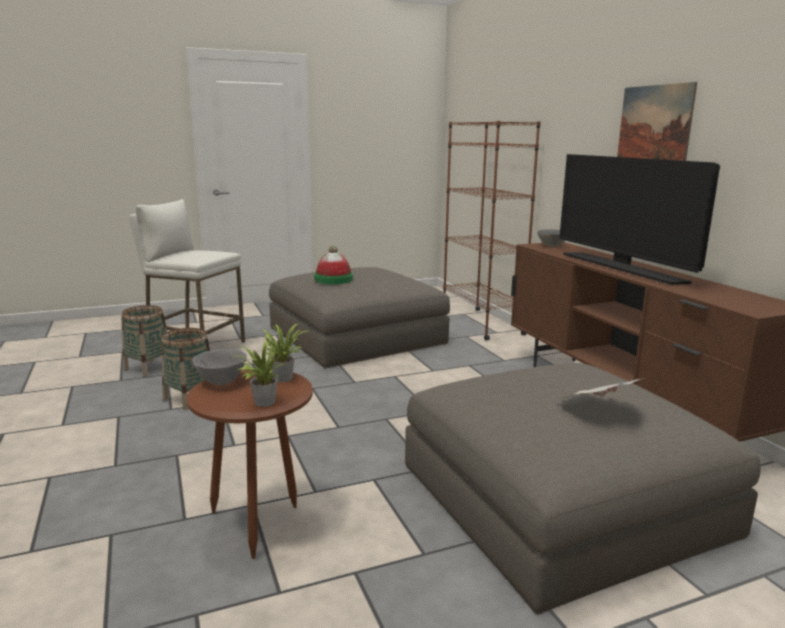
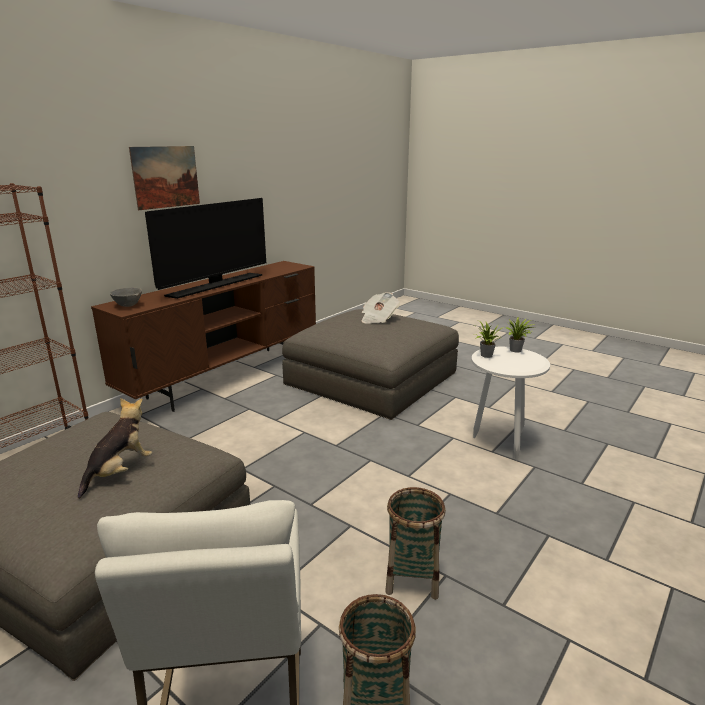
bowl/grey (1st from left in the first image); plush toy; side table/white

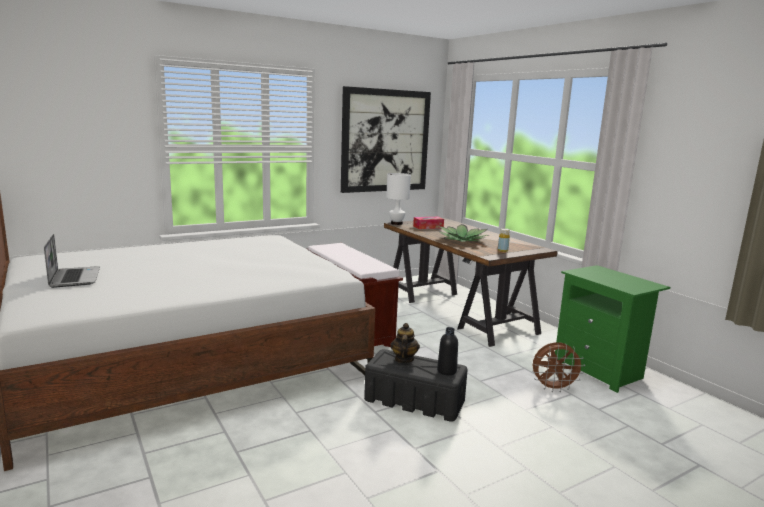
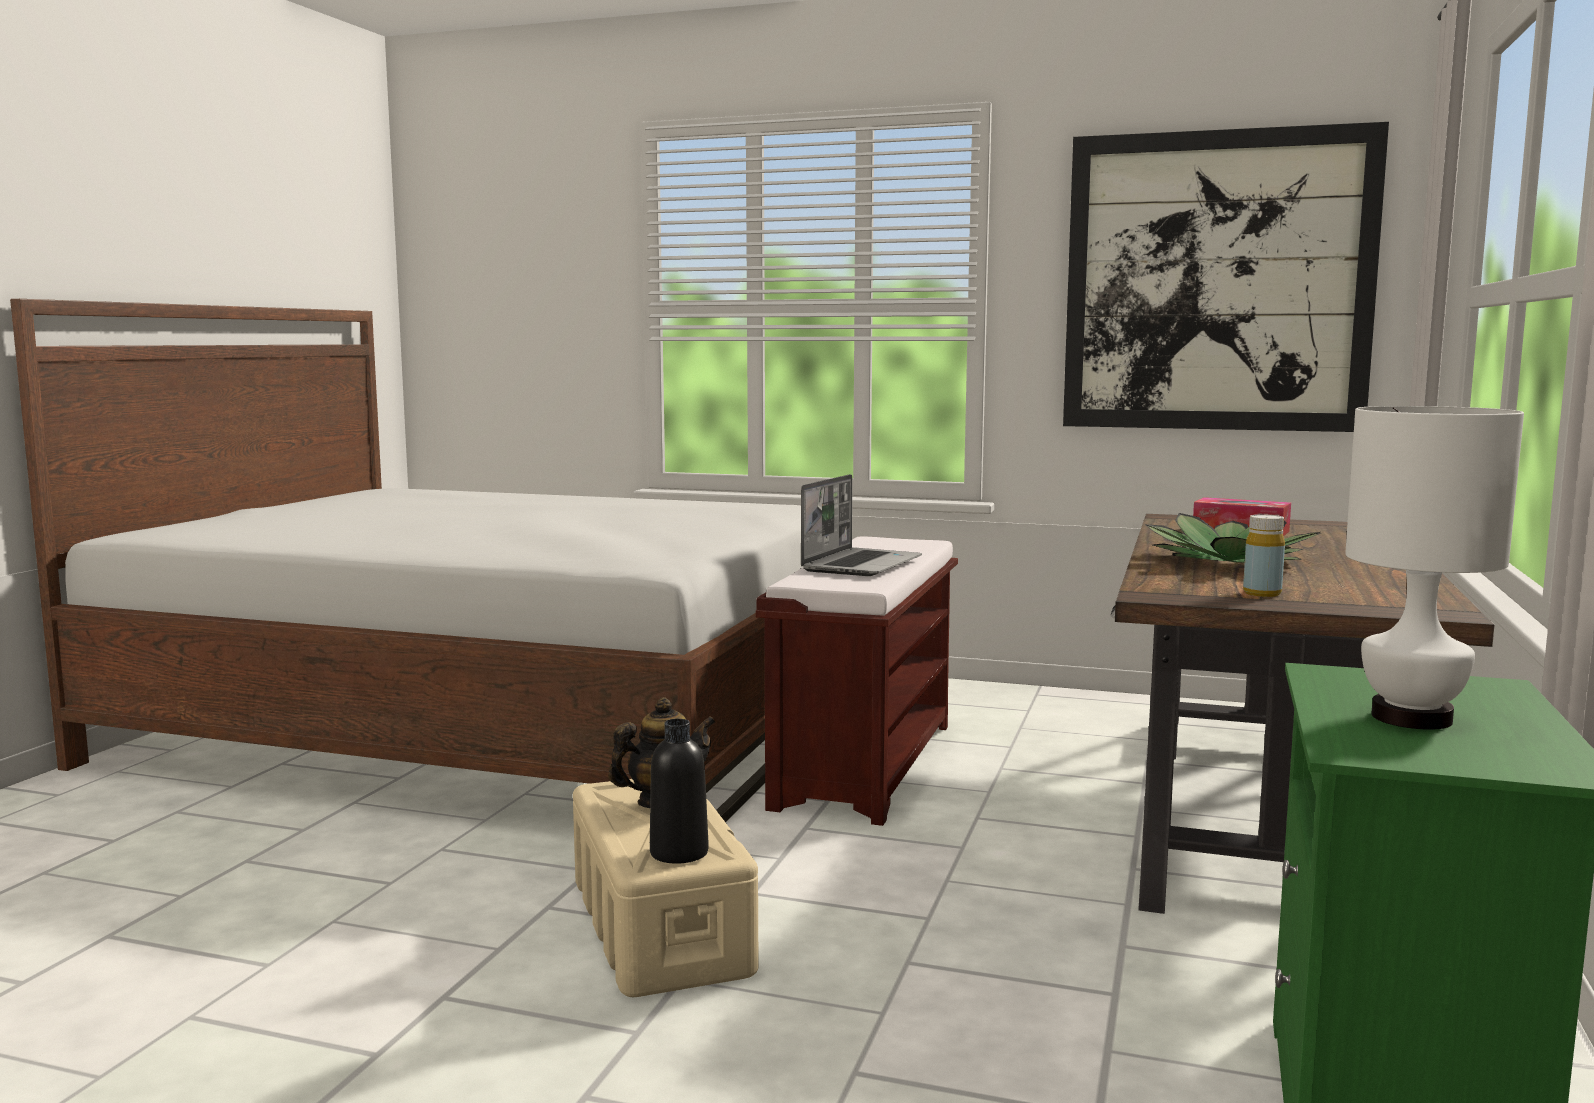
fan/brown; laptop; table lamp/white; storage box/beige

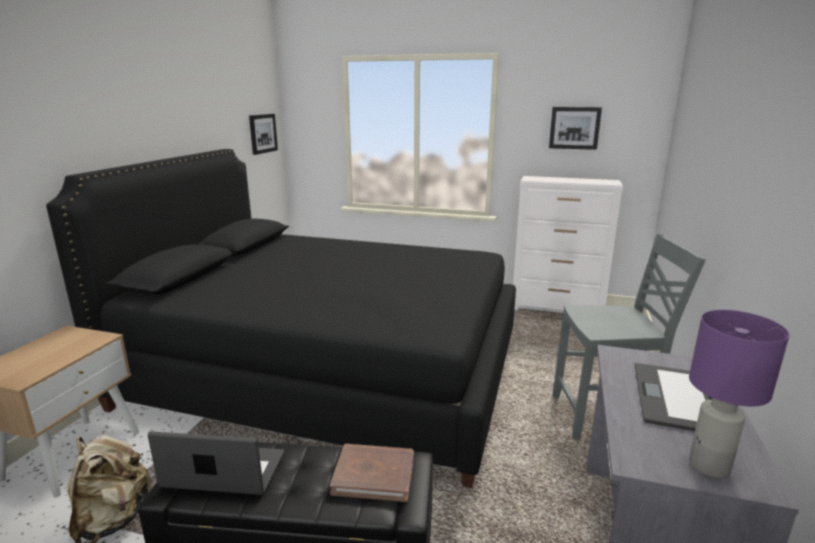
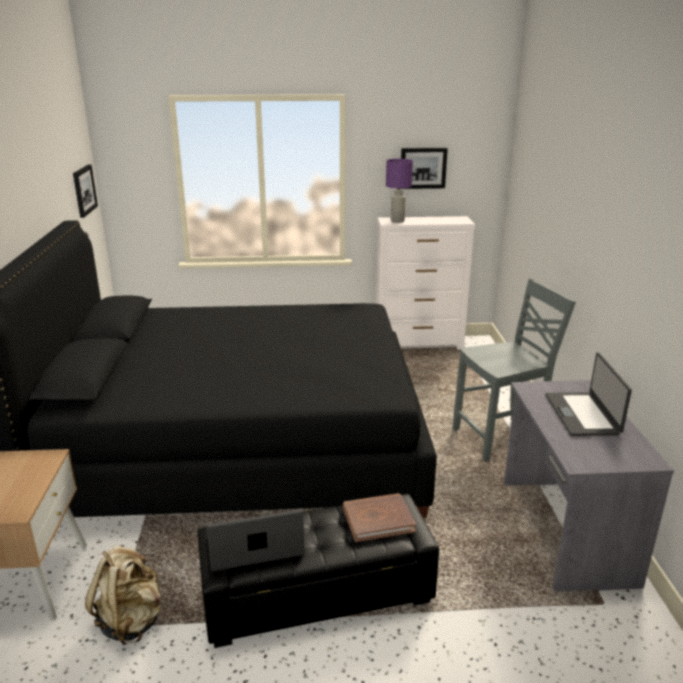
table lamp/purple

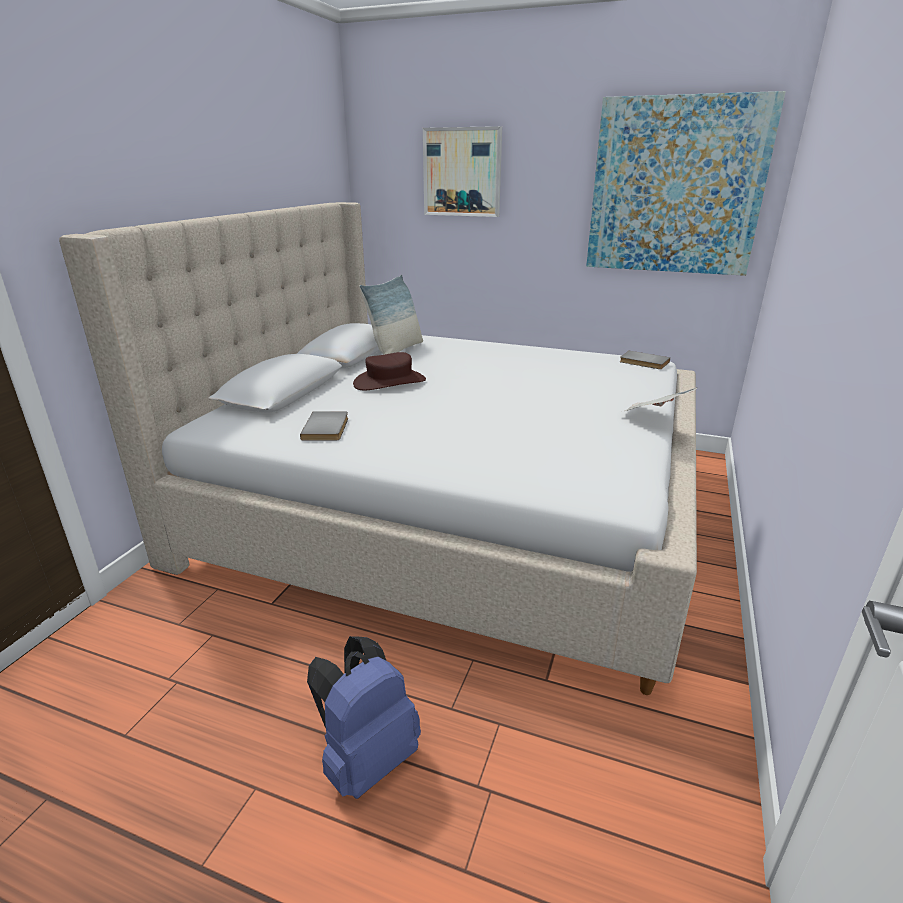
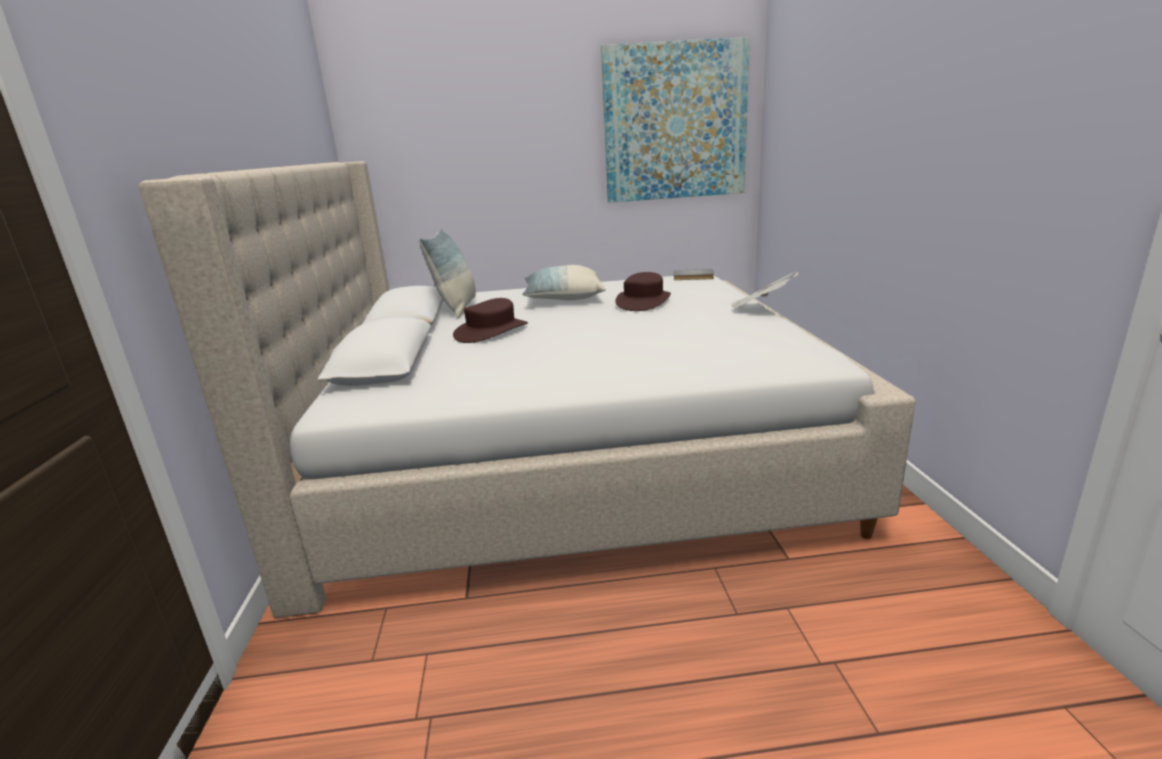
book/grey (1st from left in the first image); backpack/blue; picture (1st from left in the first image); pillow (2nd from left); hat/brown (2nd from left)

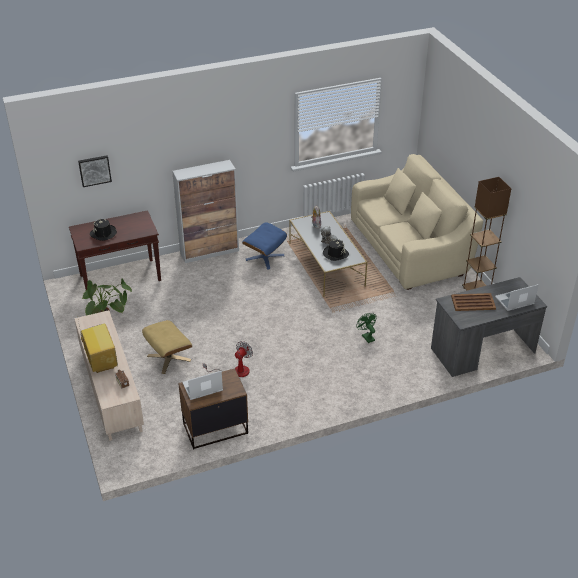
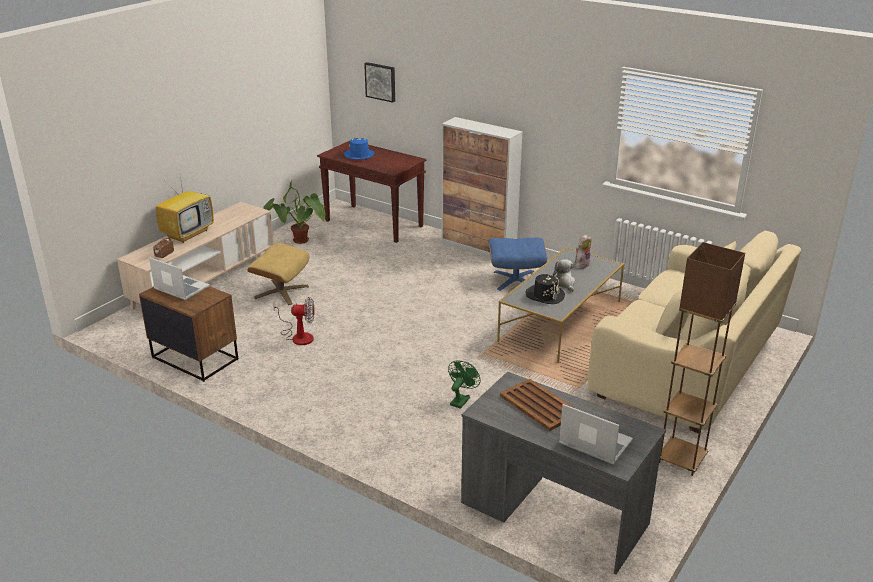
hat/blue

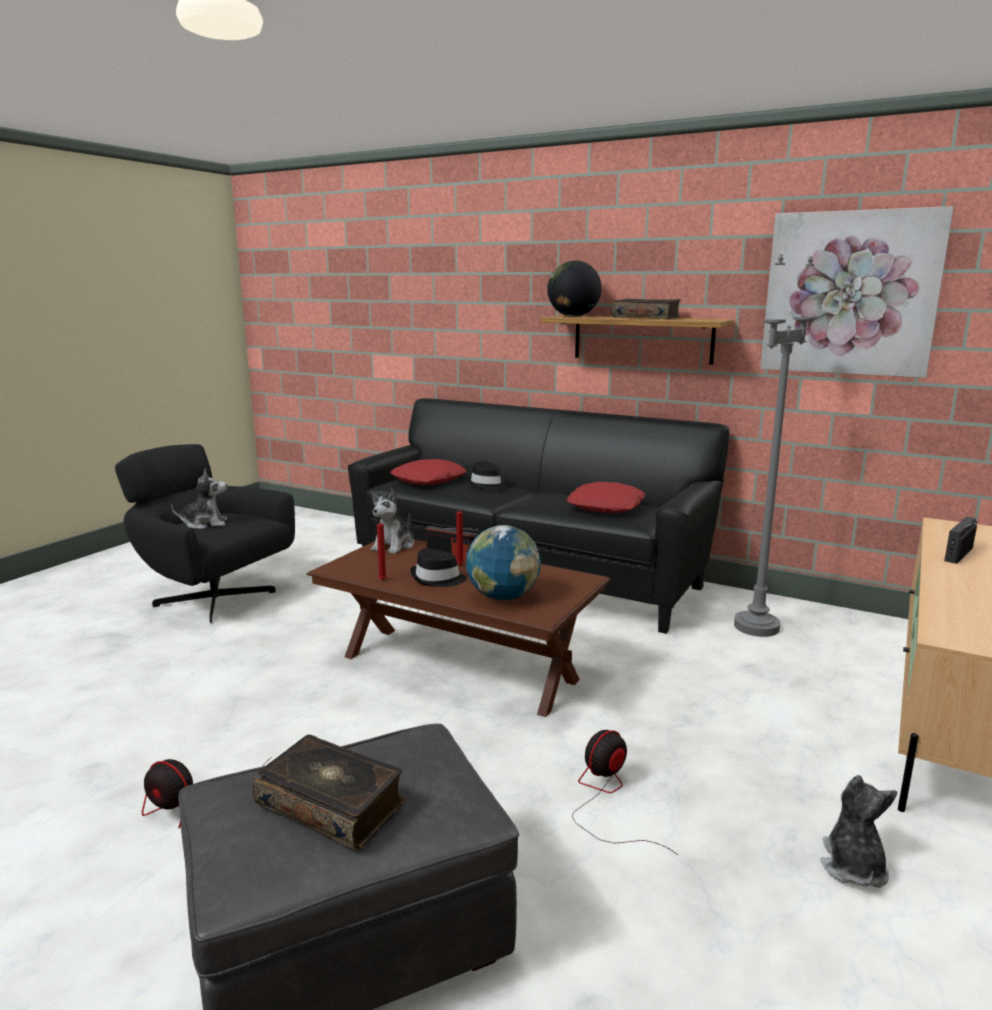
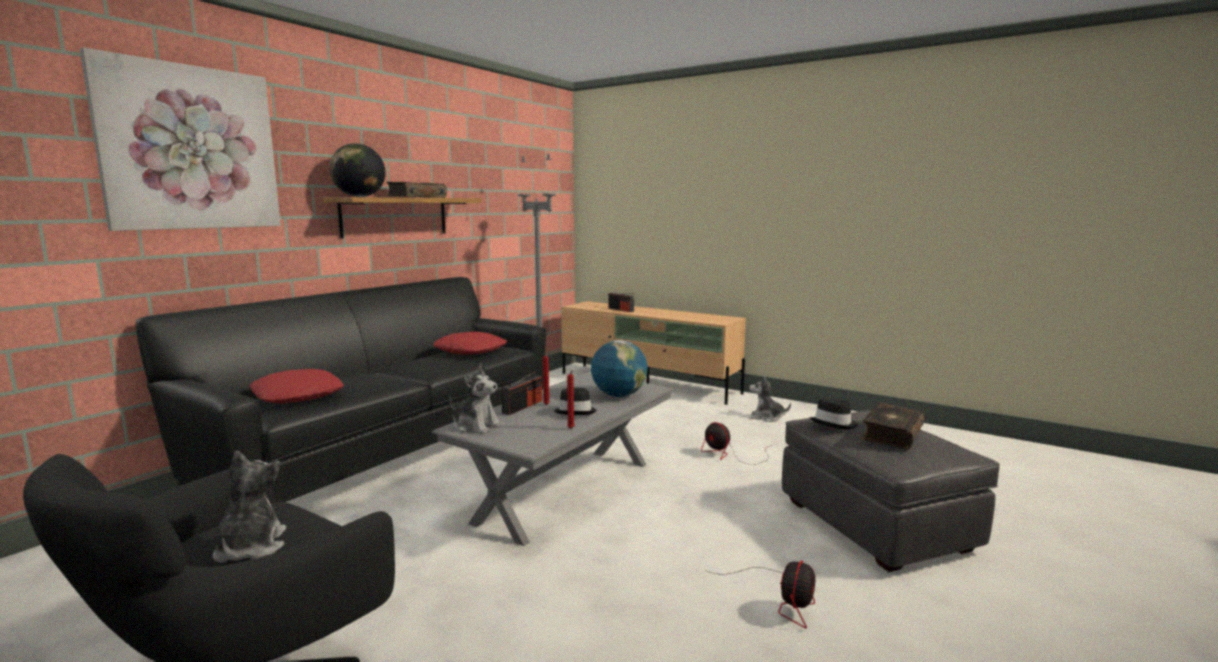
hat/black (2nd from left); picture; coffee table/grey

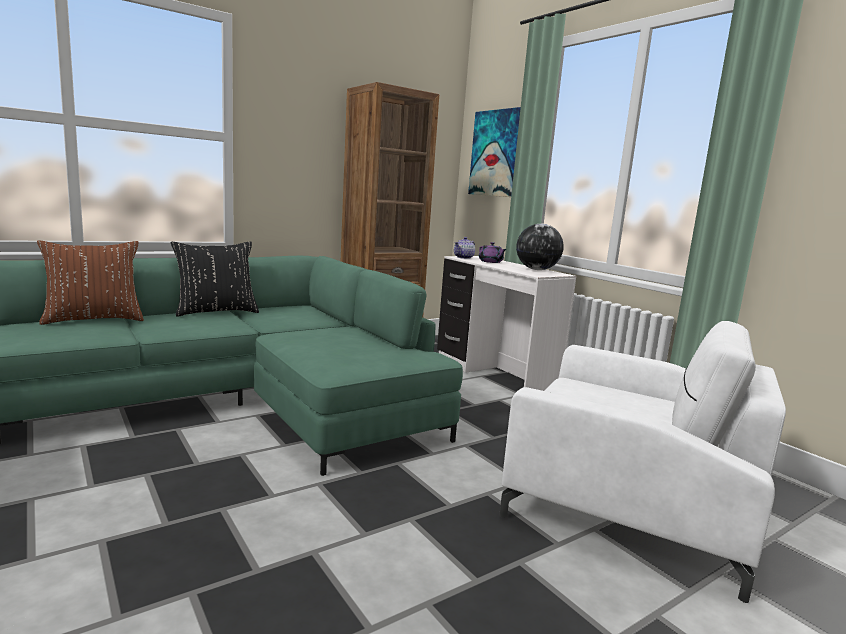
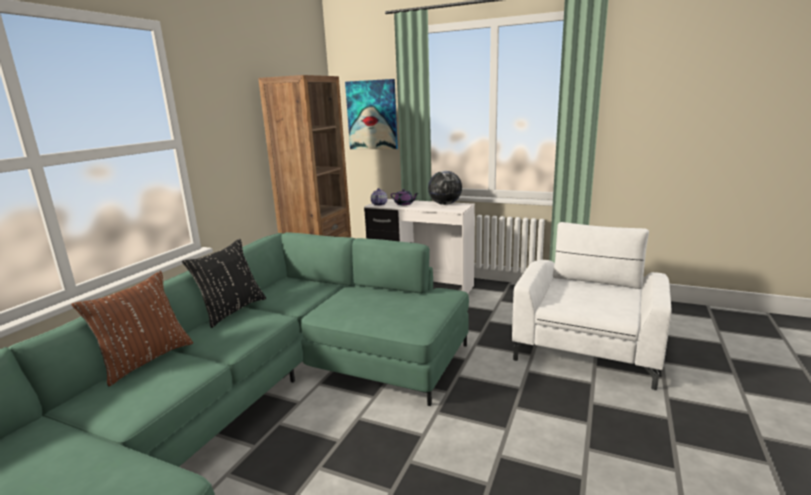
armchair/white

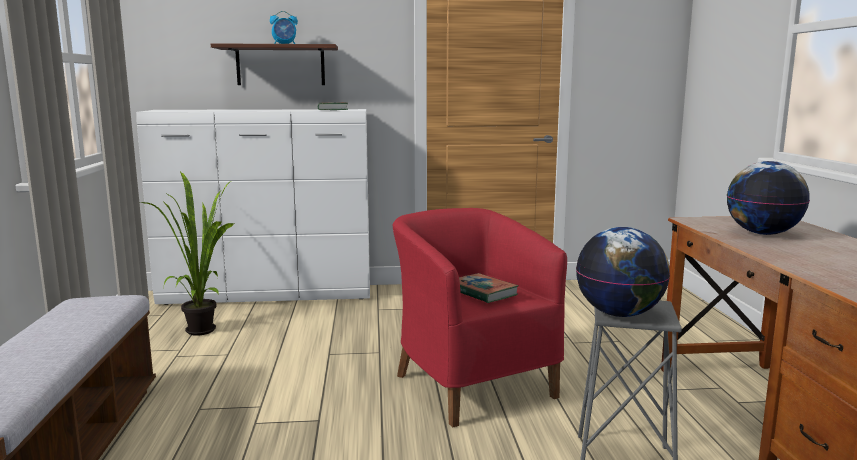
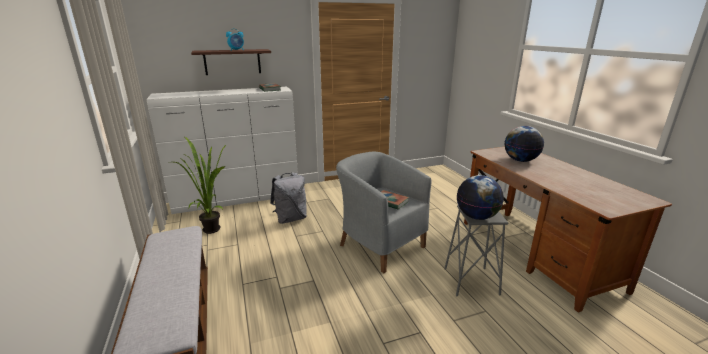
backpack/grey; armchair/grey

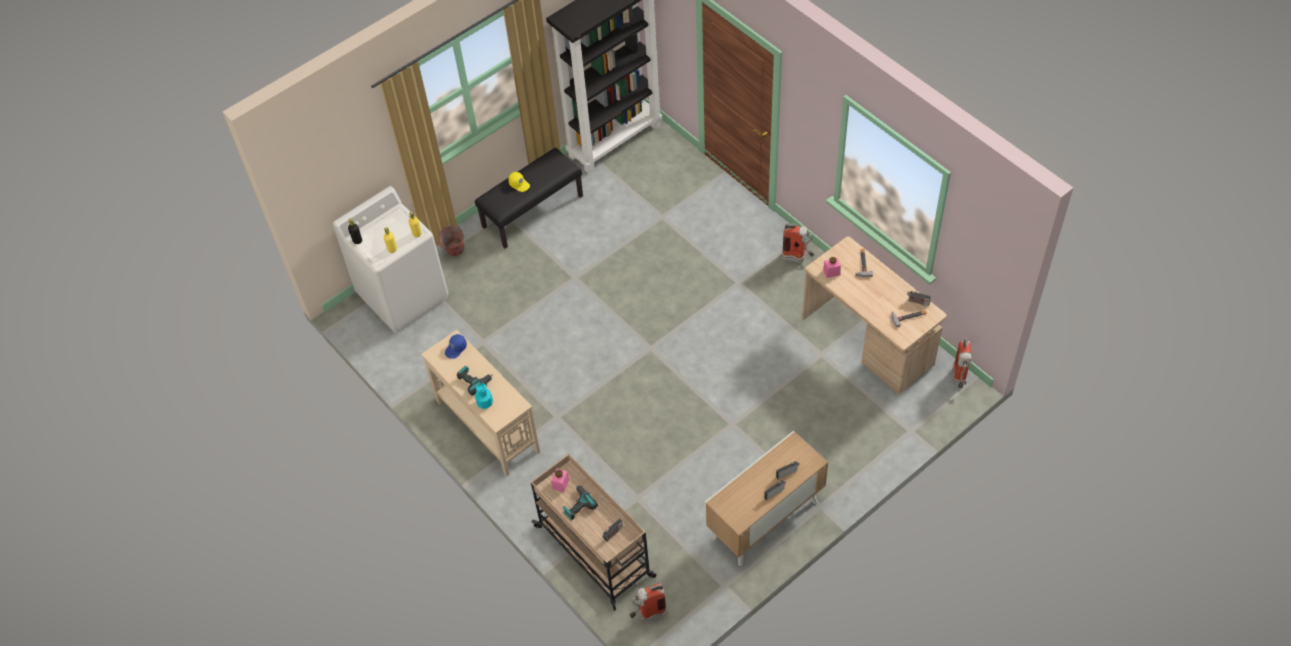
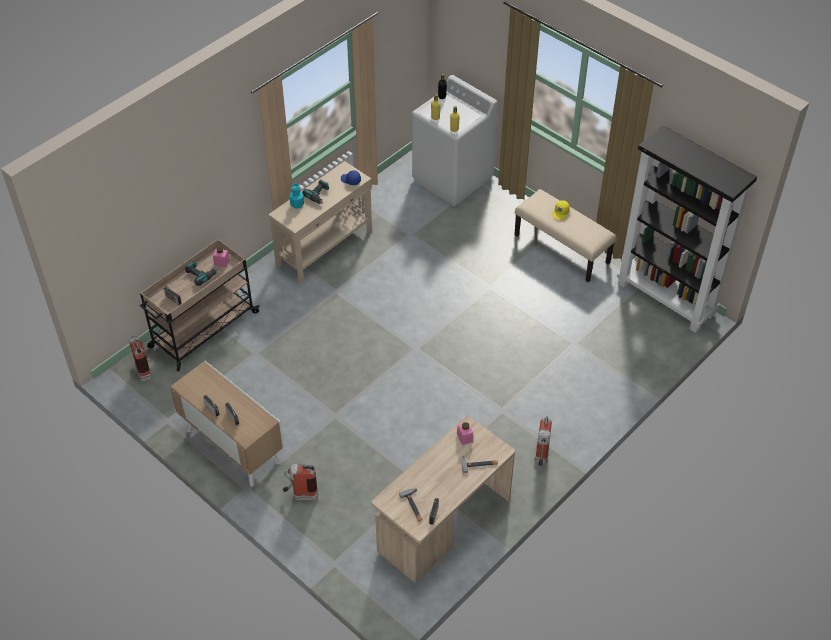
bucket; fire extinguisher (2nd from left); bench/beige

